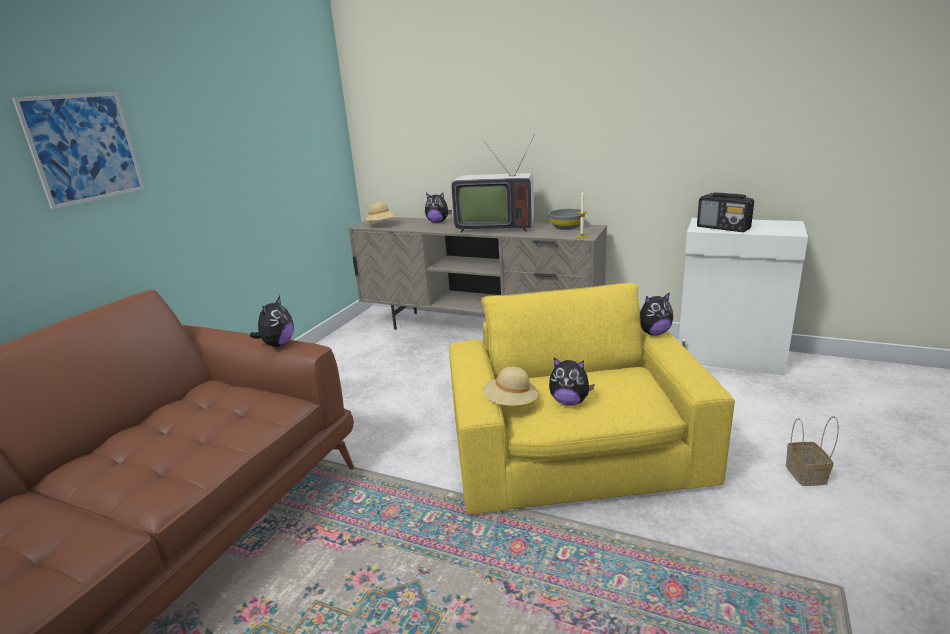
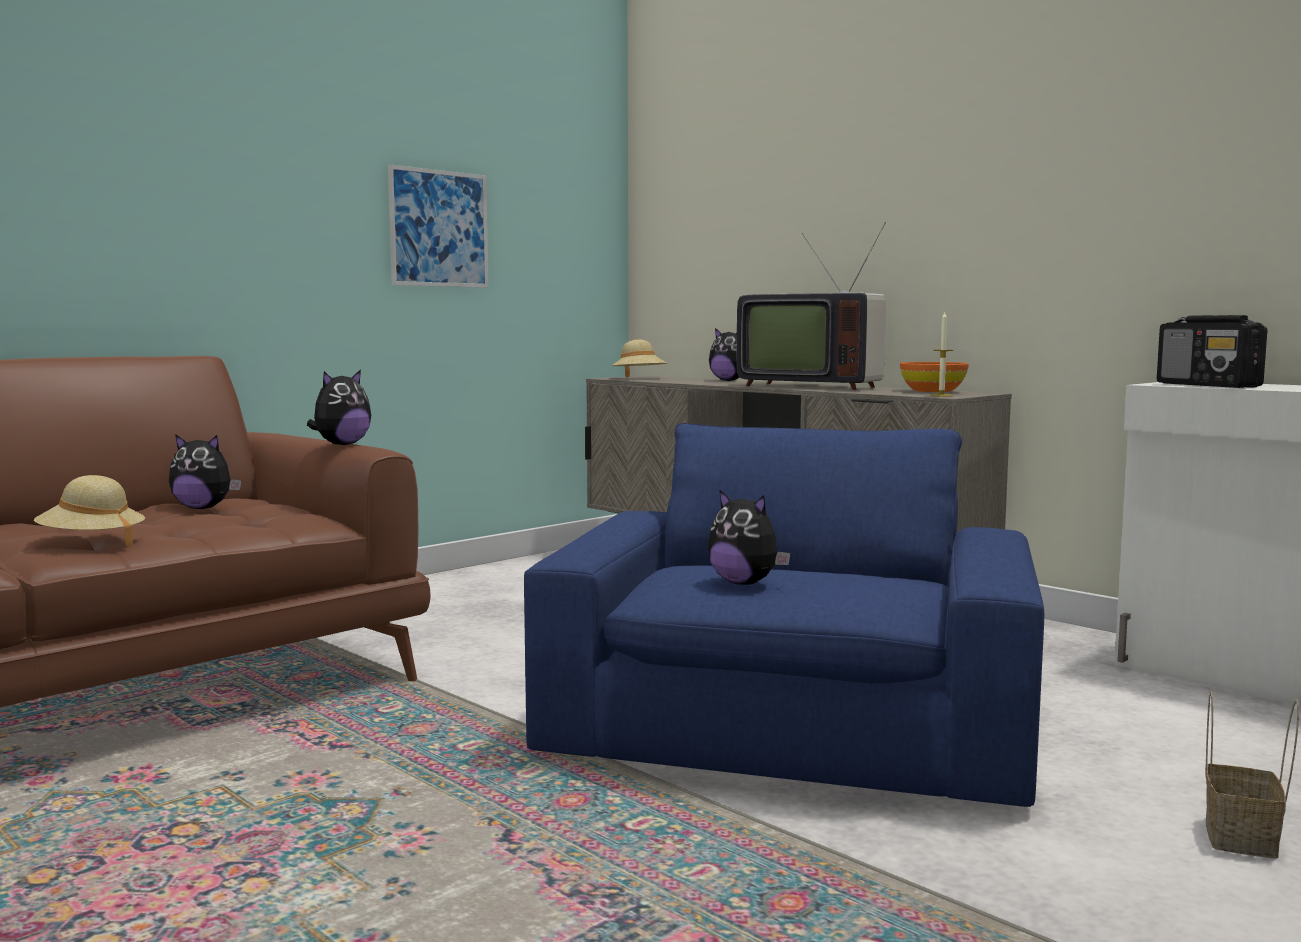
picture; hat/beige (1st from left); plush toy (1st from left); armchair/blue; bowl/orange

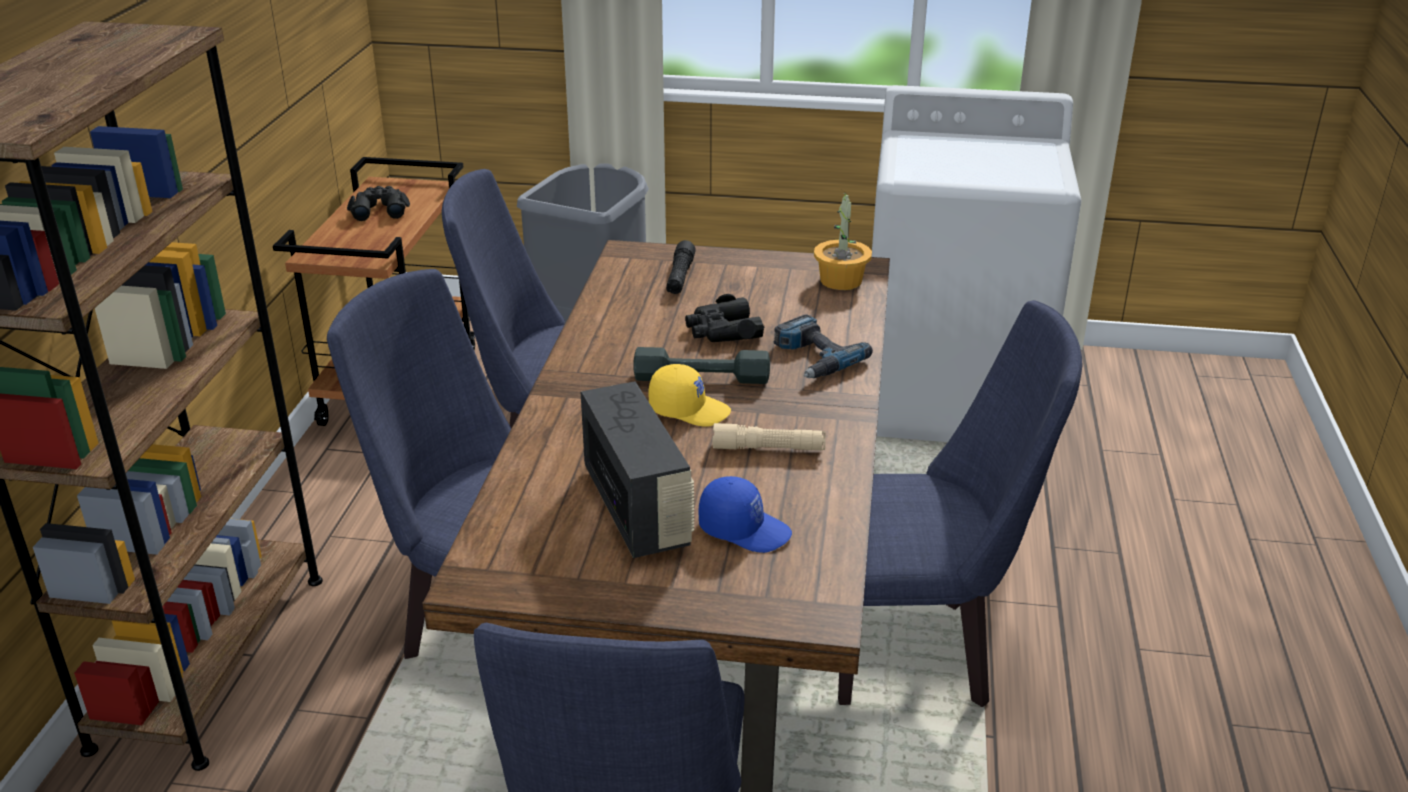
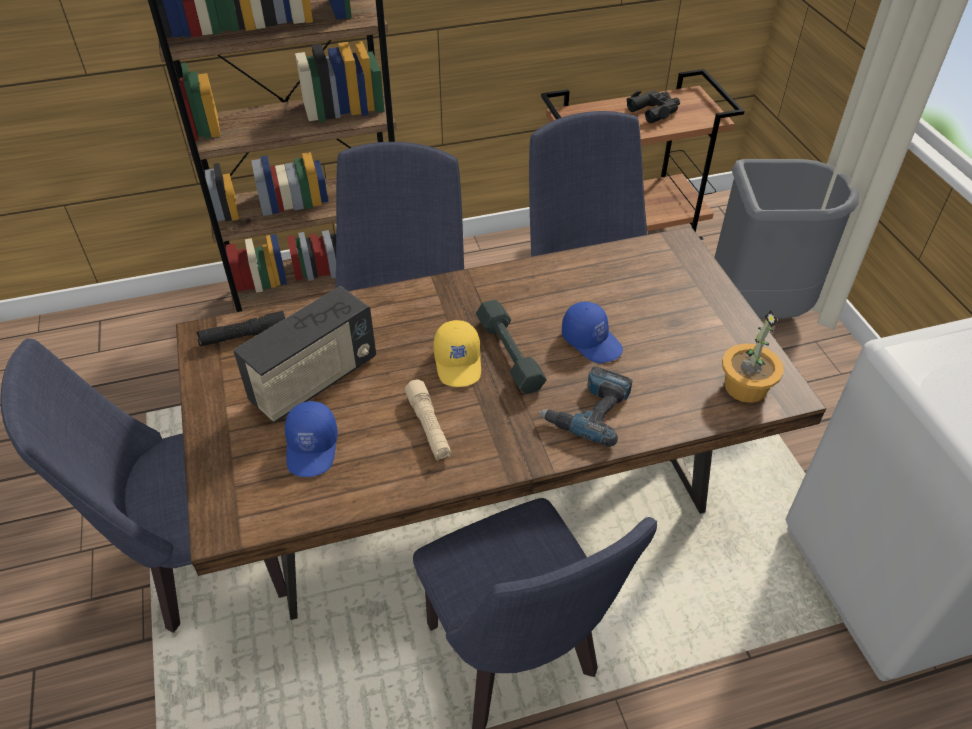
flashlight/black; cap/blue (2nd from left)

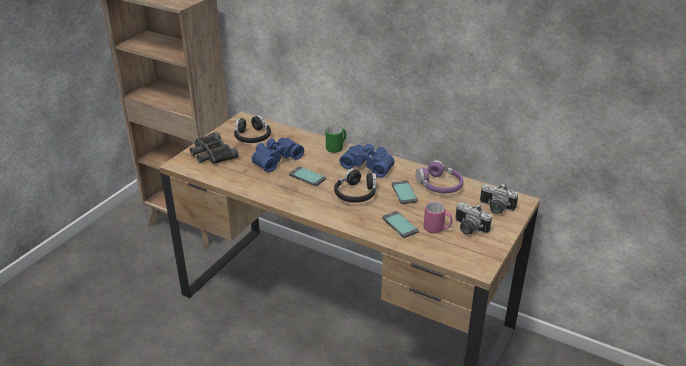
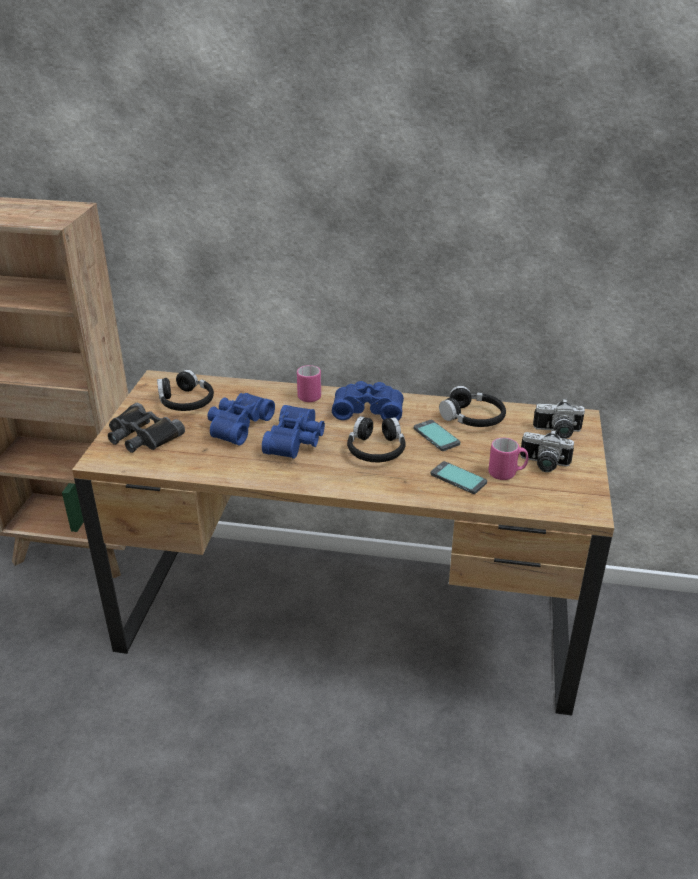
binoculars/blue (2nd from left); mug/pink (1st from left); headphones/black (3rd from left)

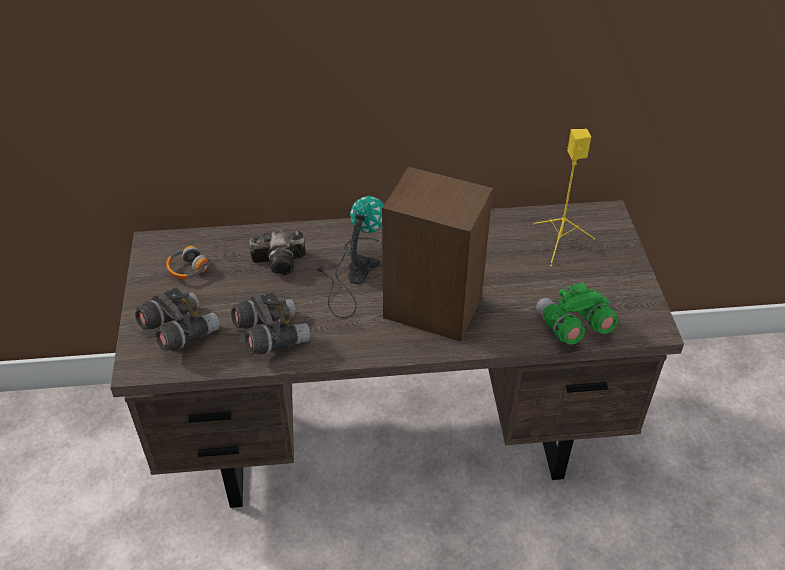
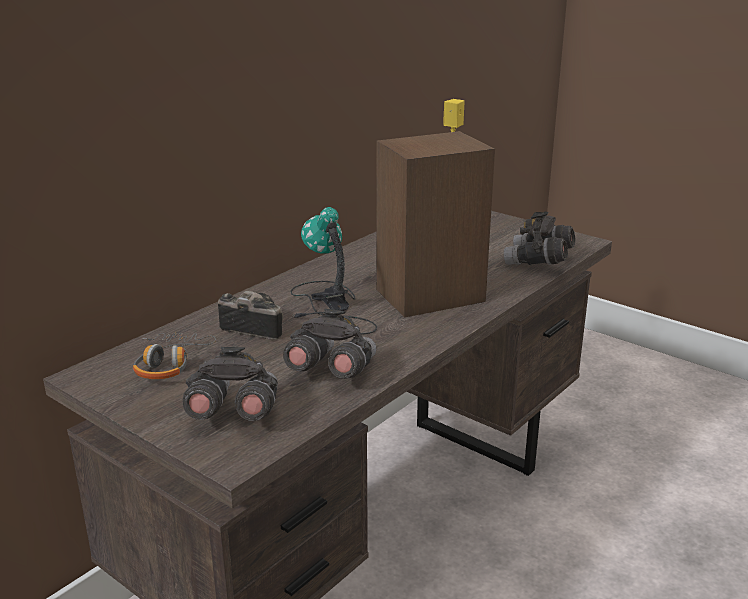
binoculars/grey (3rd from left); photo camera

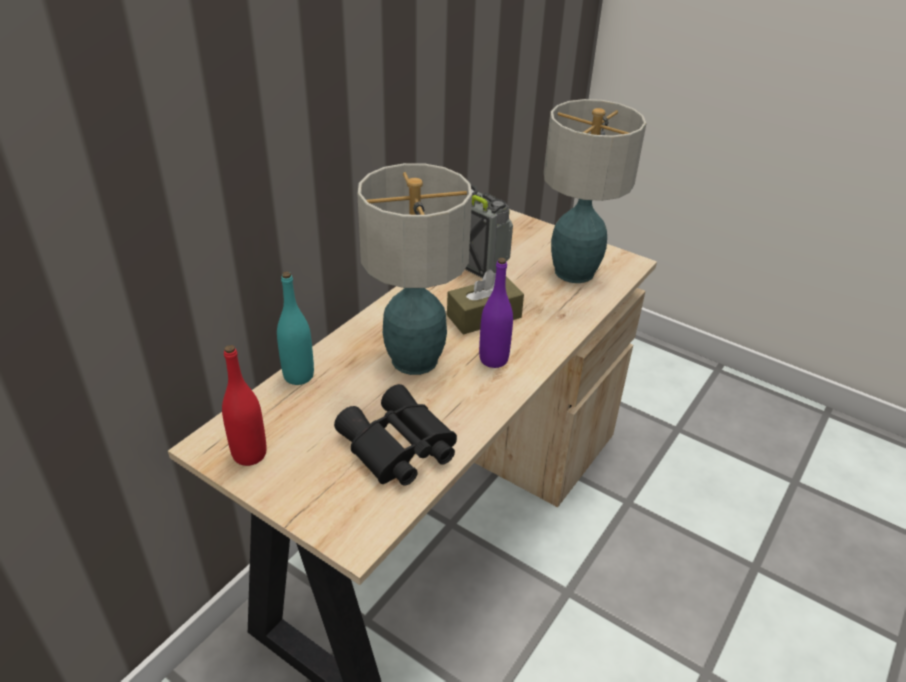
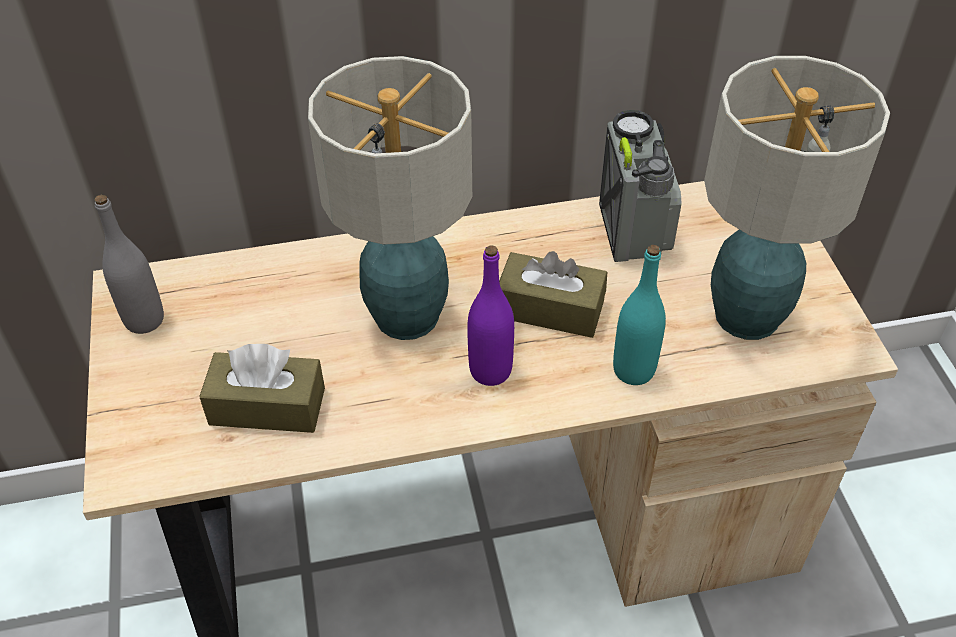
bottle/turquoise; tissue box/brown (1st from left); bottle/grey

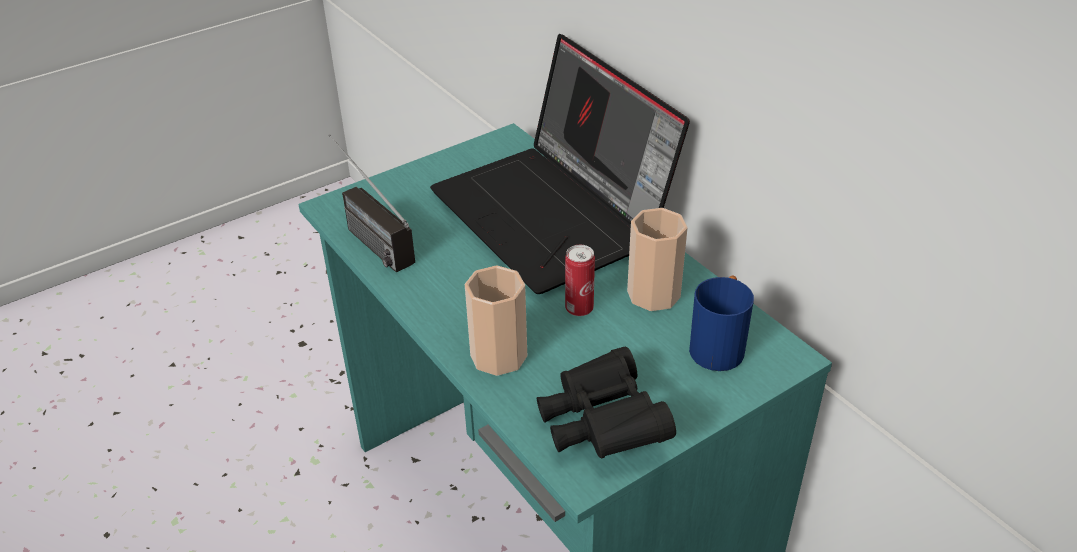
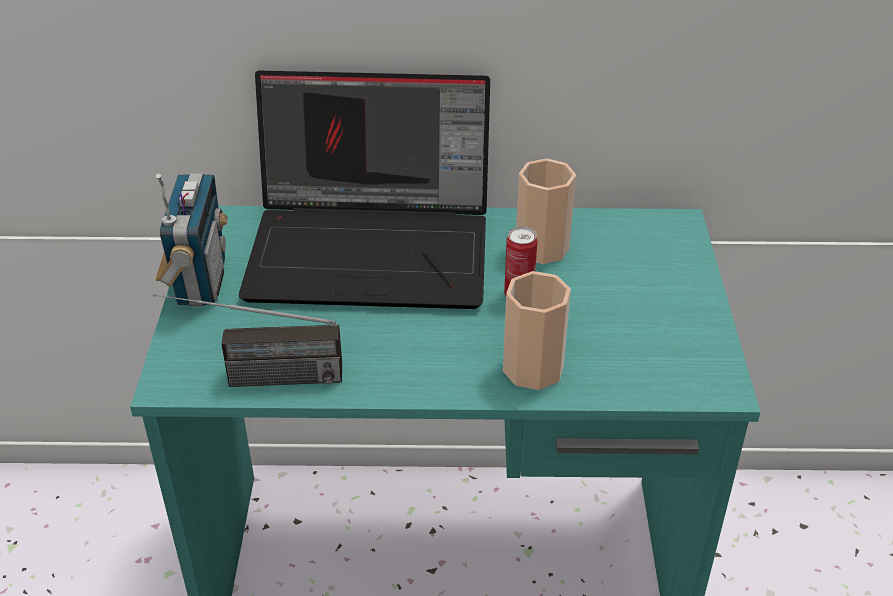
binoculars/black; mug/blue; radio (1st from left)

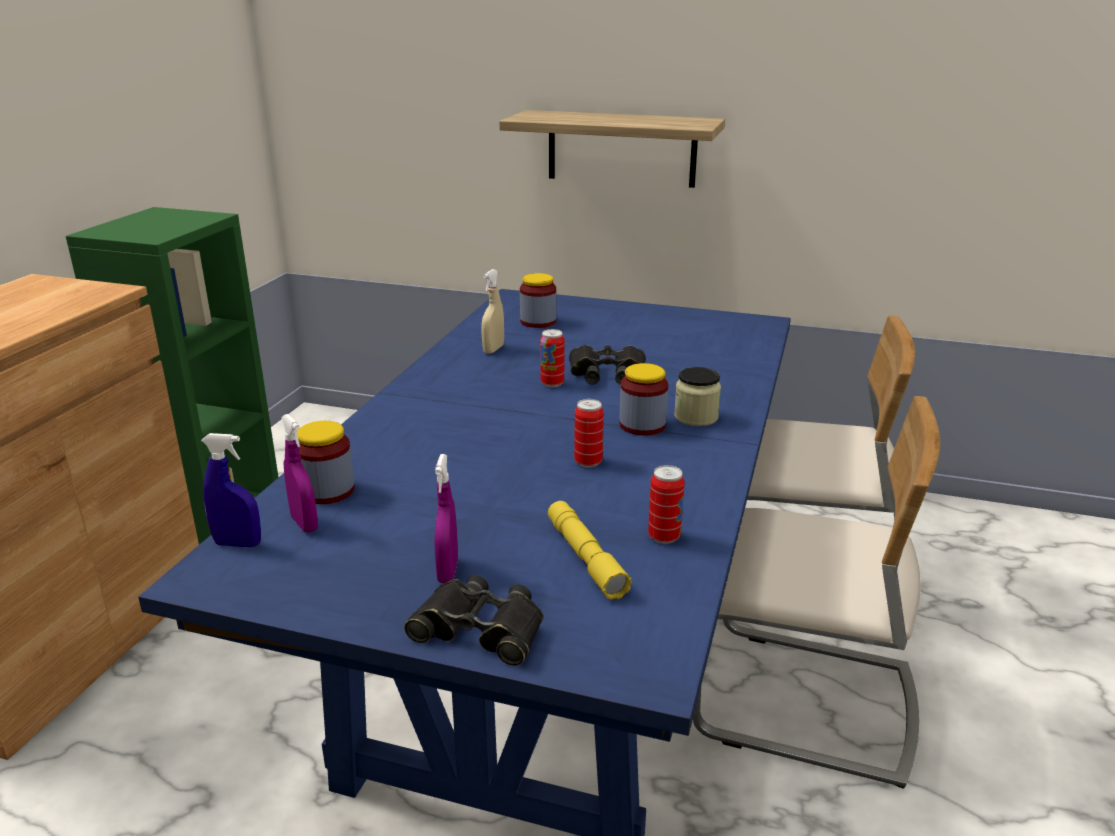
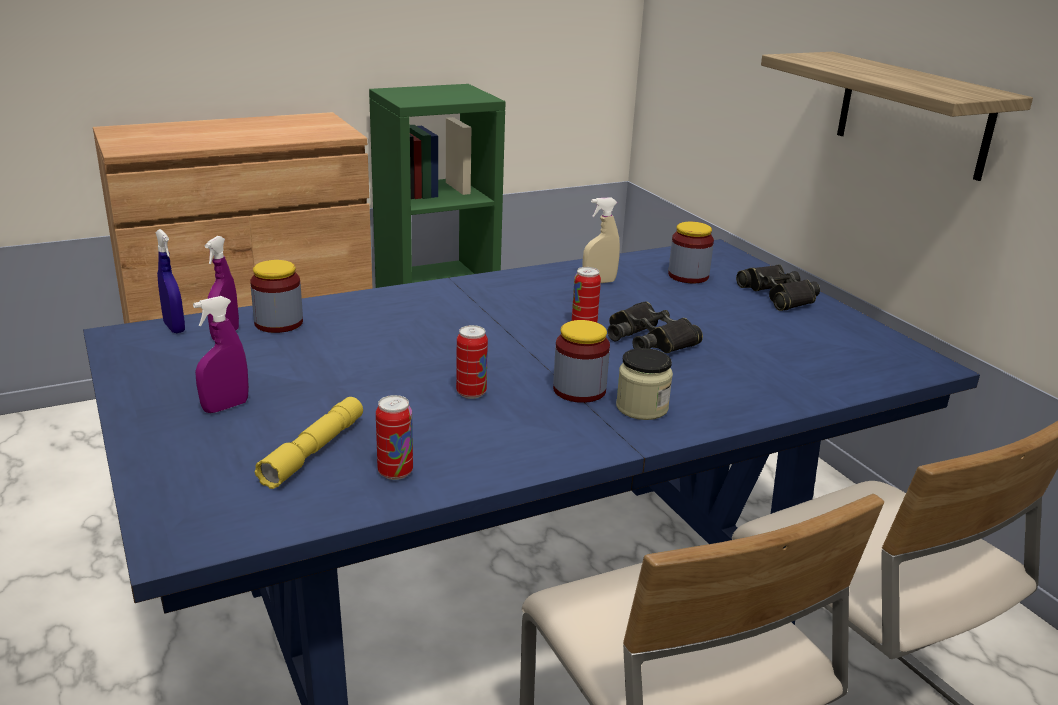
binoculars/black (2nd from left)

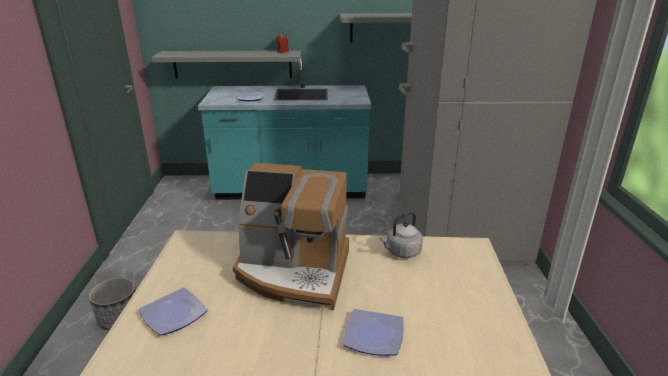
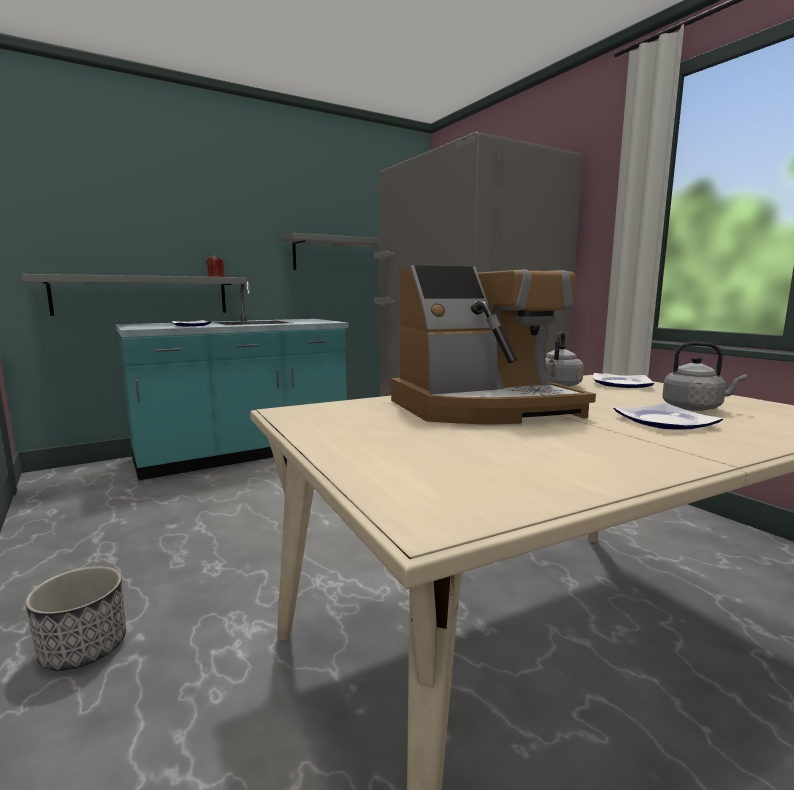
kettle/grey (2nd from left); plate (2nd from left)

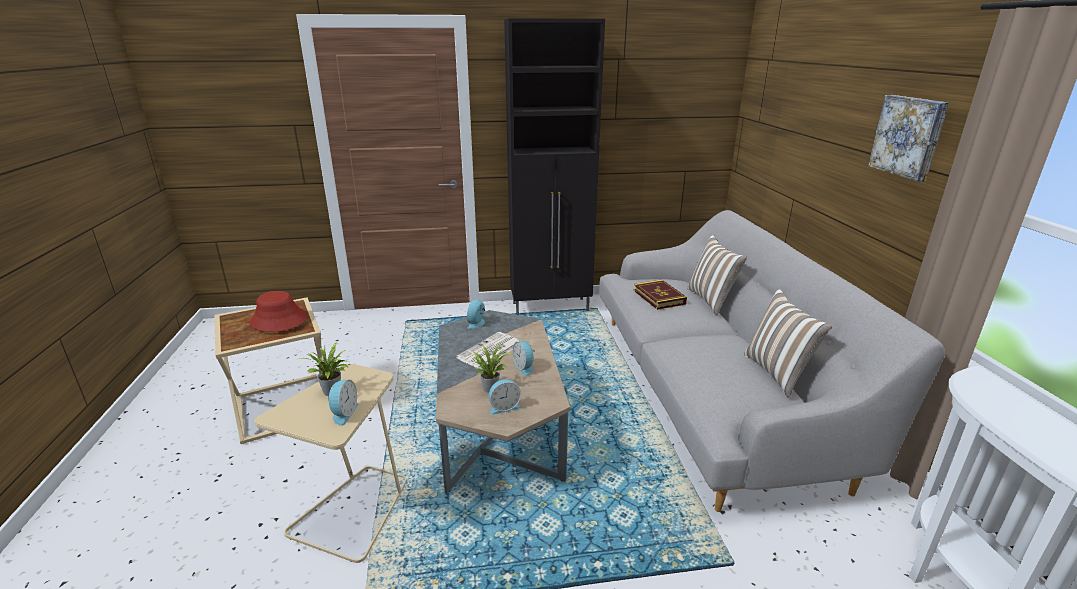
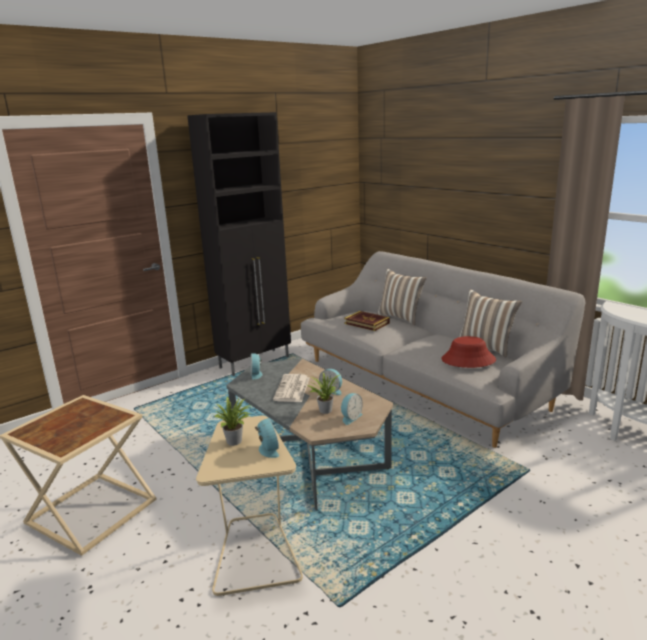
picture; hat/red

